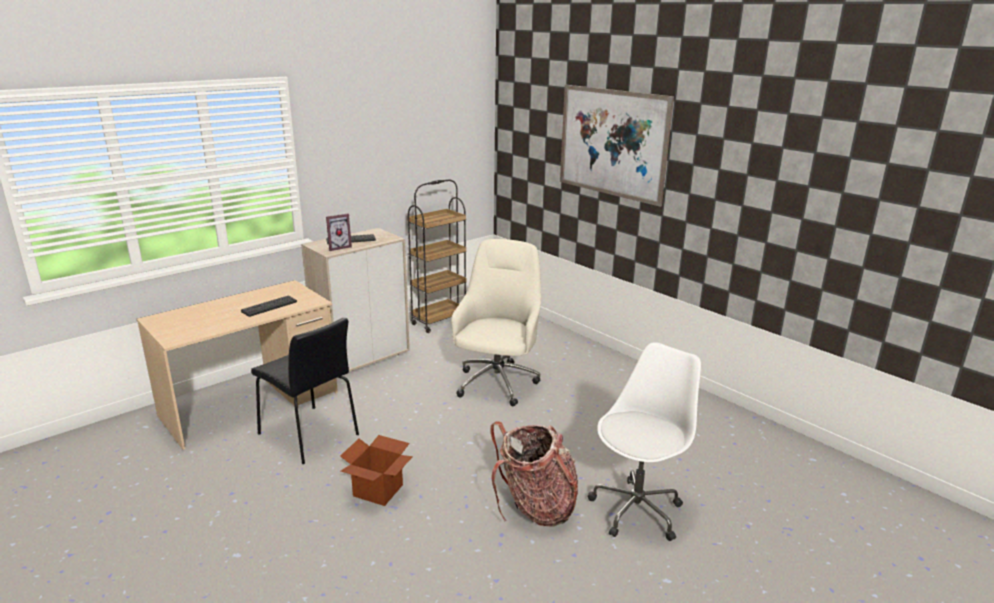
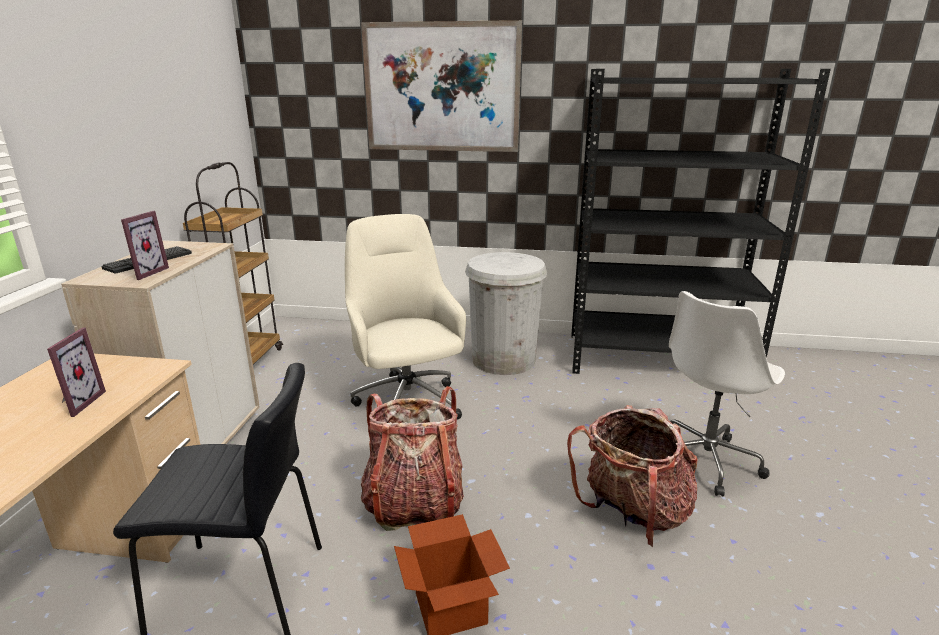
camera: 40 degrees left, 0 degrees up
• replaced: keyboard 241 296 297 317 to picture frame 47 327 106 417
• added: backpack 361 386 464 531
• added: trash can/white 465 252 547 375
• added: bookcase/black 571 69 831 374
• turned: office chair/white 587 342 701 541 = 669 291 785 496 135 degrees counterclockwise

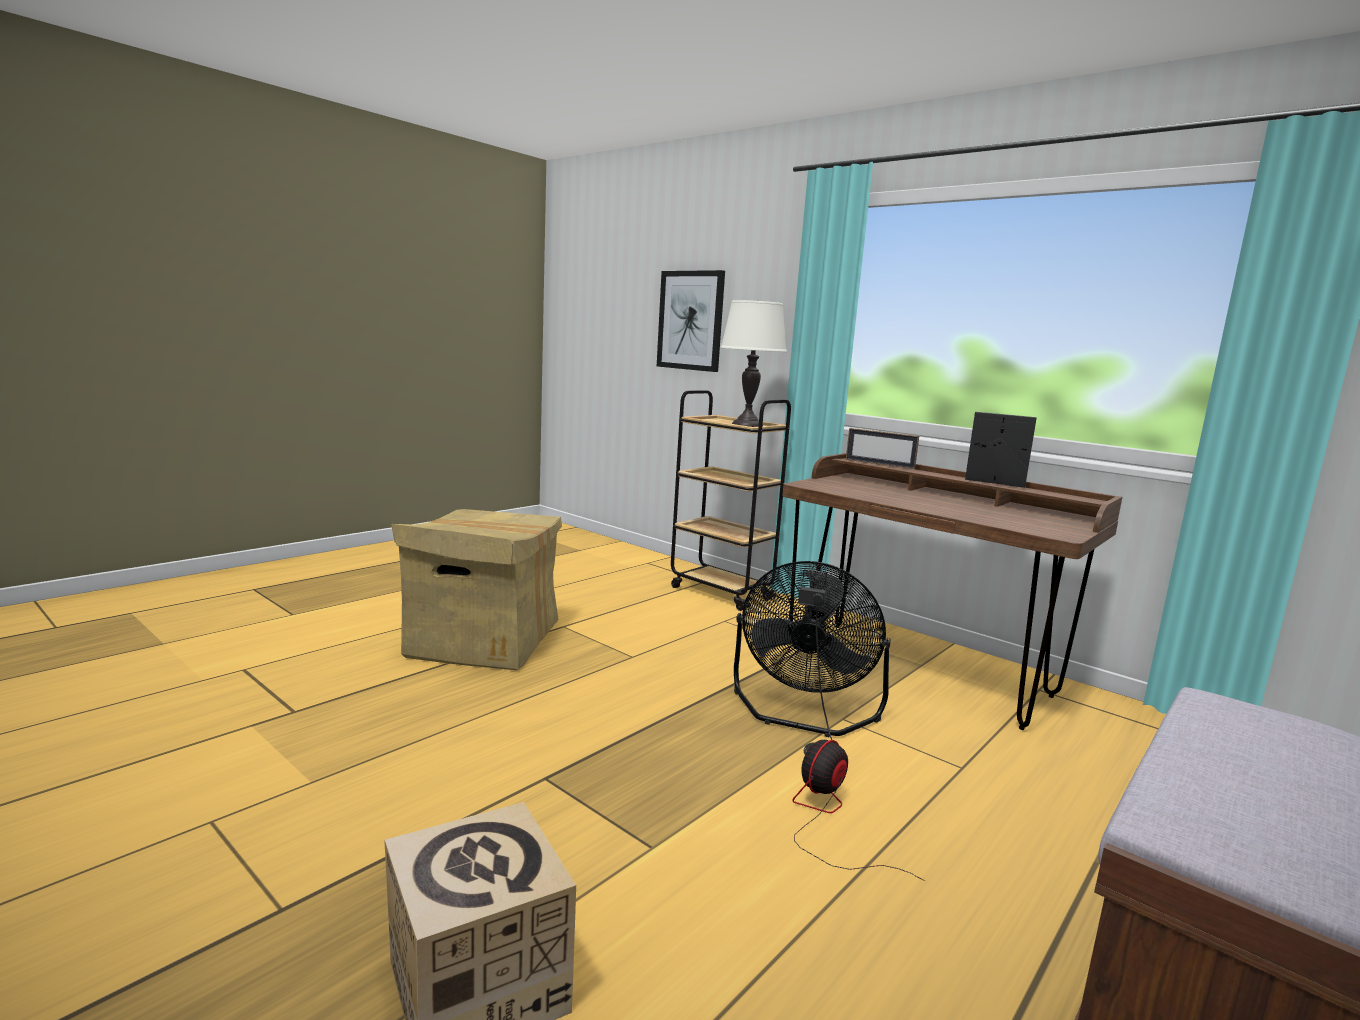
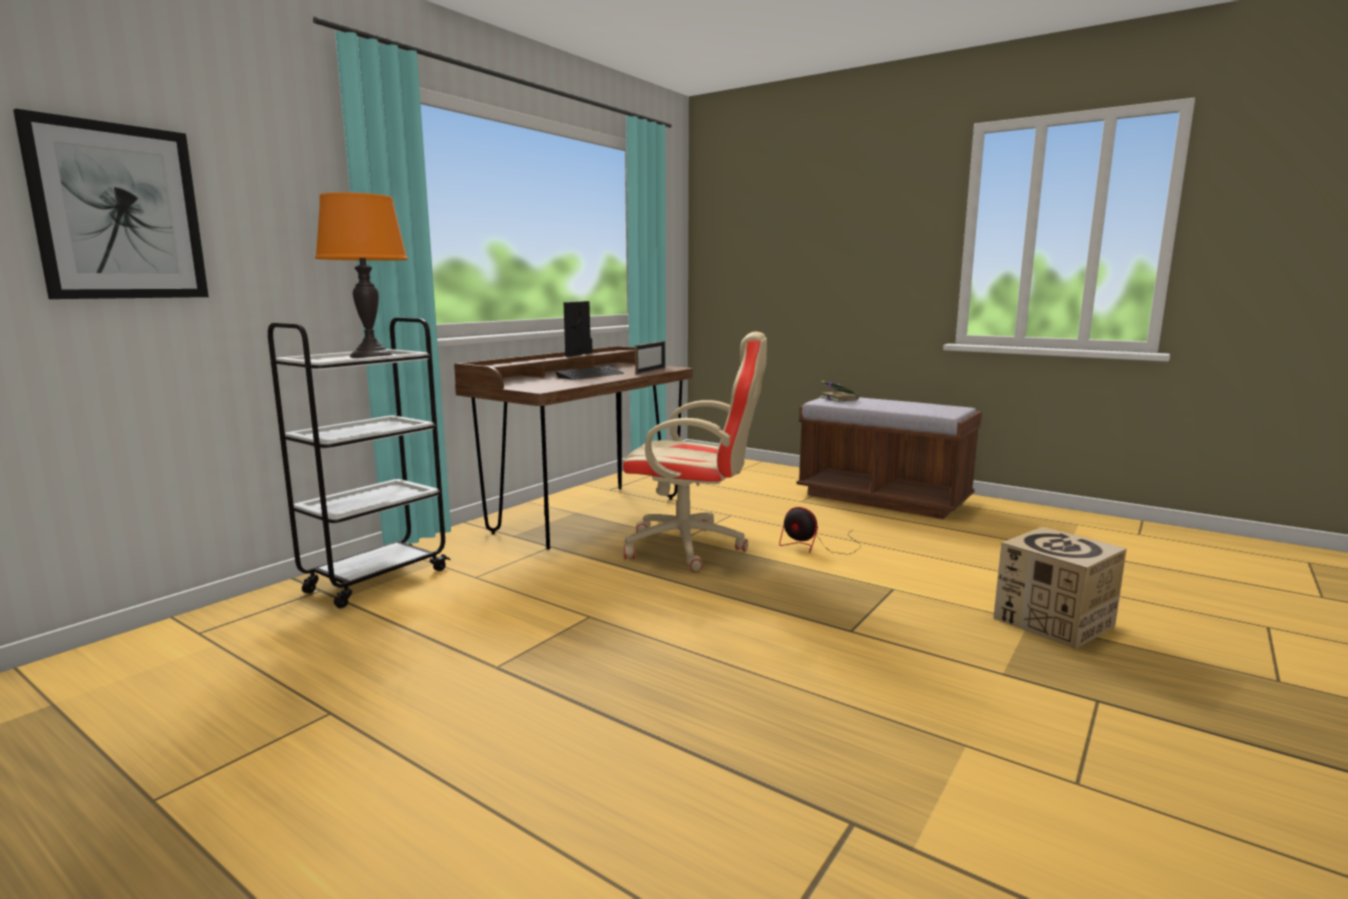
camera: 95 degrees left, 0 degrees up
• recoloured: cart/brown 671 390 791 611 to cart/white 268 318 451 608
• recoloured: table lamp/white 720 300 787 427 to table lamp/orange 315 192 408 358
• added: keyboard 556 366 624 380
• replaced: fan/black 734 561 891 754 to office chair/beige 623 332 767 572
• moved: picture frame 846 428 919 469 to 635 341 665 374
• added: book 819 381 859 402
• removed: cardboard box 391 509 562 670

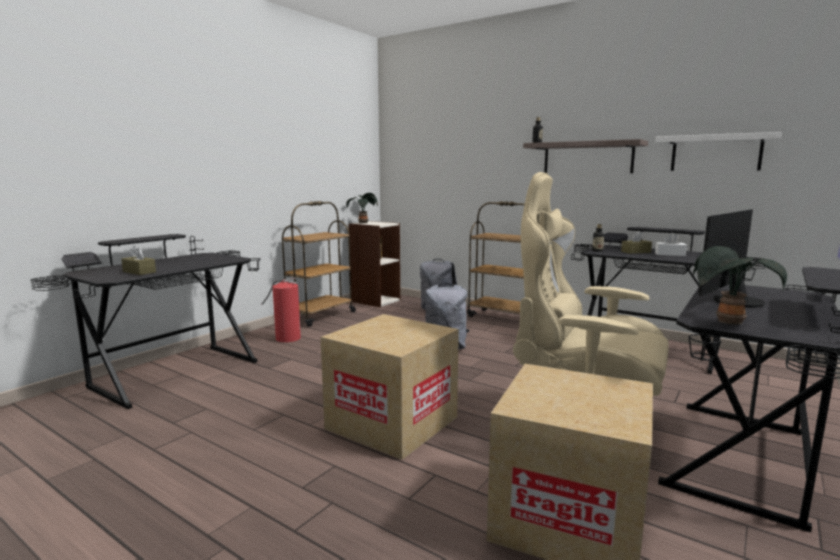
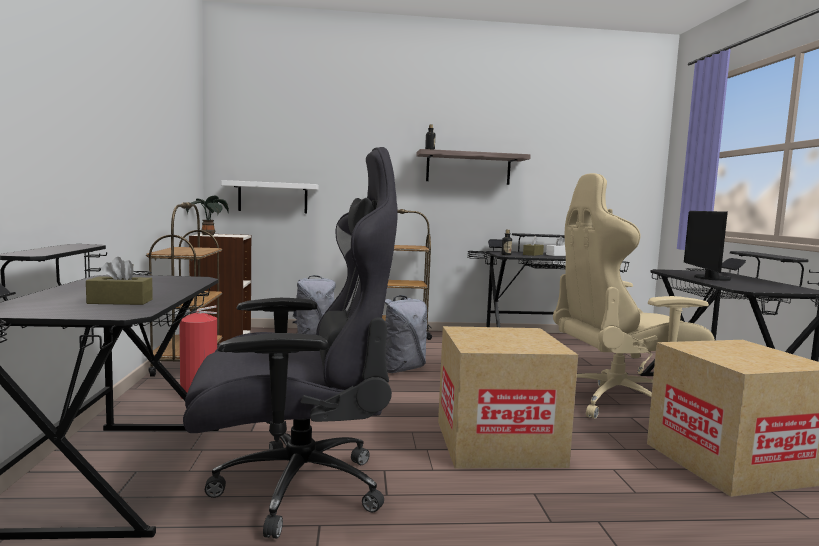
camera: 40 degrees left, 5 degrees down
• added: office chair/black 183 147 398 538
• moved: shelf/white 655 132 782 171 to 221 180 318 213
• removed: potted plant 693 246 787 325

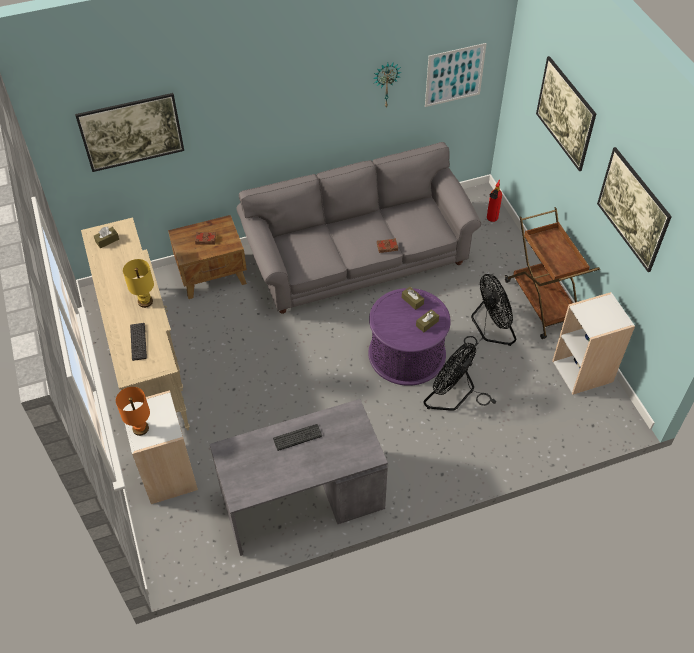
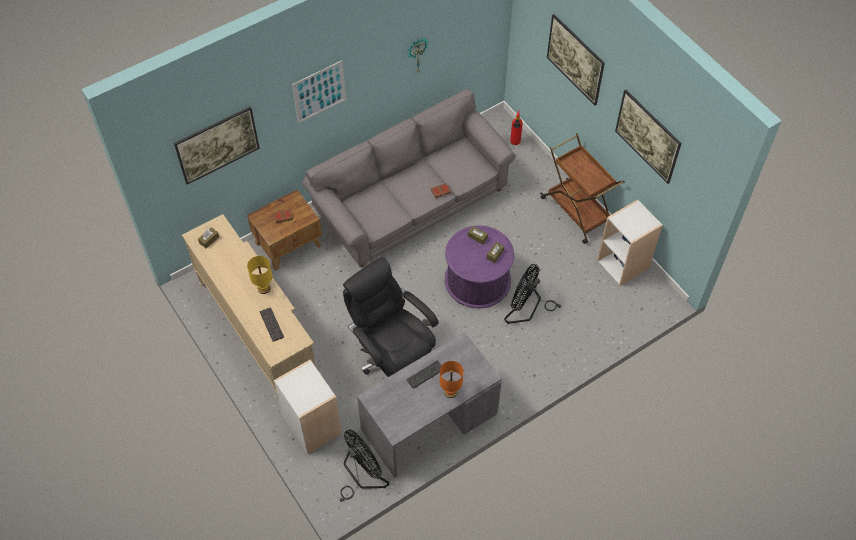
camera: 15 degrees left, 5 degrees up
• moved: picture 425 43 487 107 to 292 60 346 123
• moved: fan/black 462 274 516 348 to 340 430 390 502
• added: office chair/black 343 257 439 377
• moved: table lamp/orange 116 387 150 436 to 440 361 463 398

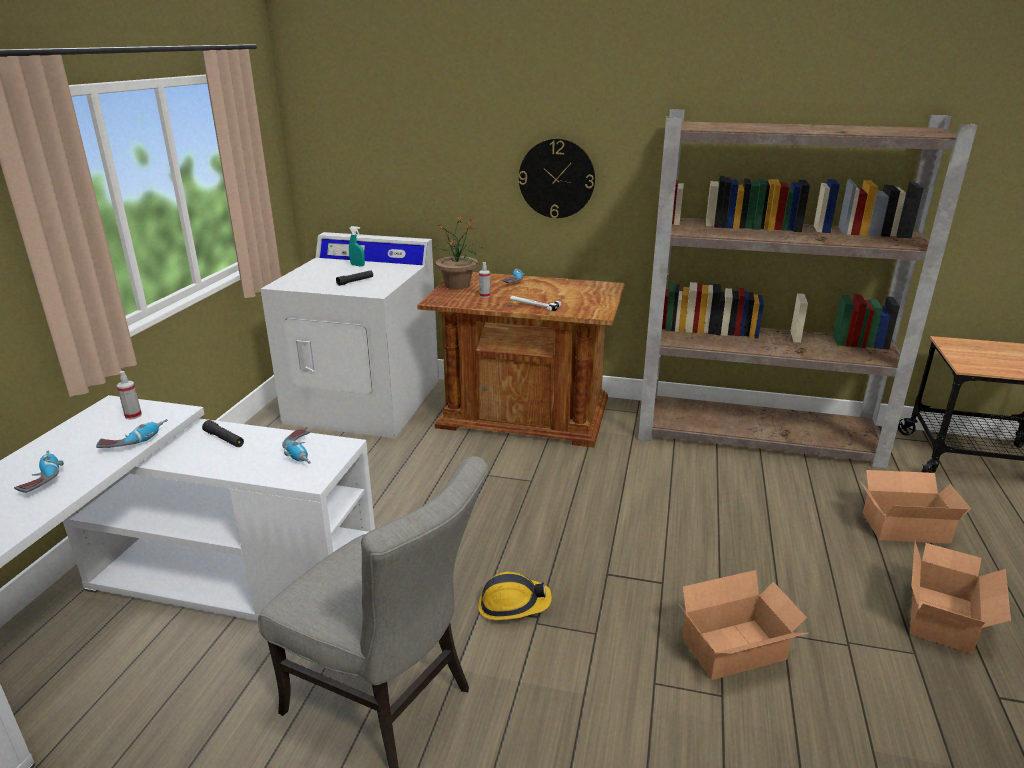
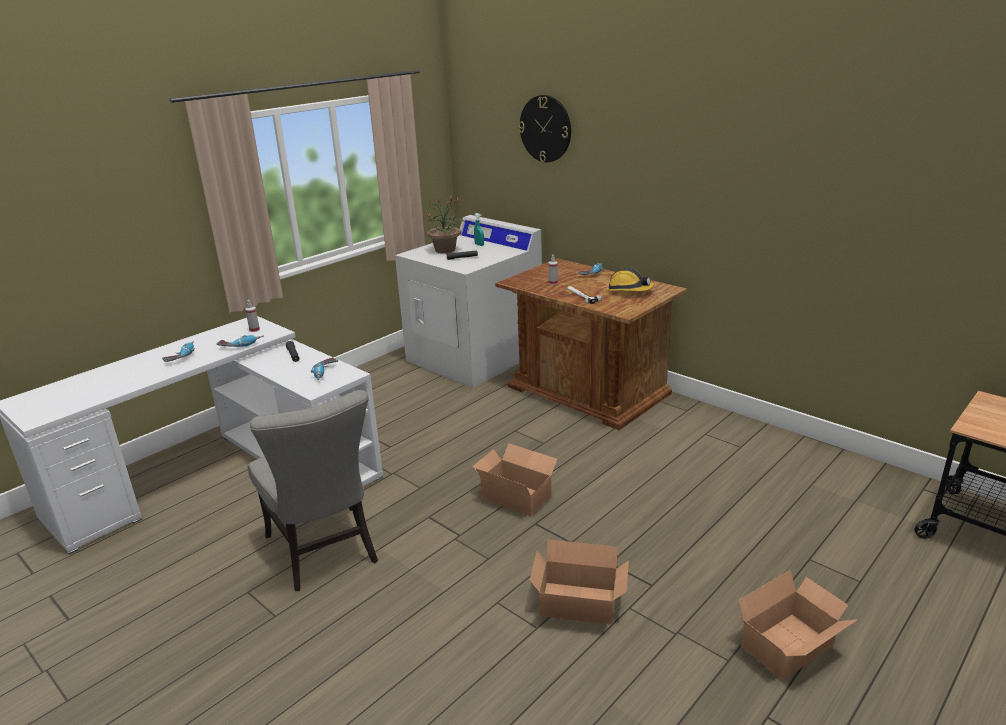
camera: 30 degrees right, 0 degrees up
• moved: potted plant 433 215 483 289 to 427 196 465 253
• moved: cardboard box 860 470 971 544 to 472 443 558 516
• moved: wall clock 519 139 595 218 to 518 95 571 162
• moved: hard hat 478 572 552 620 to 606 268 654 291
• removed: bookcase/brown 638 109 978 469

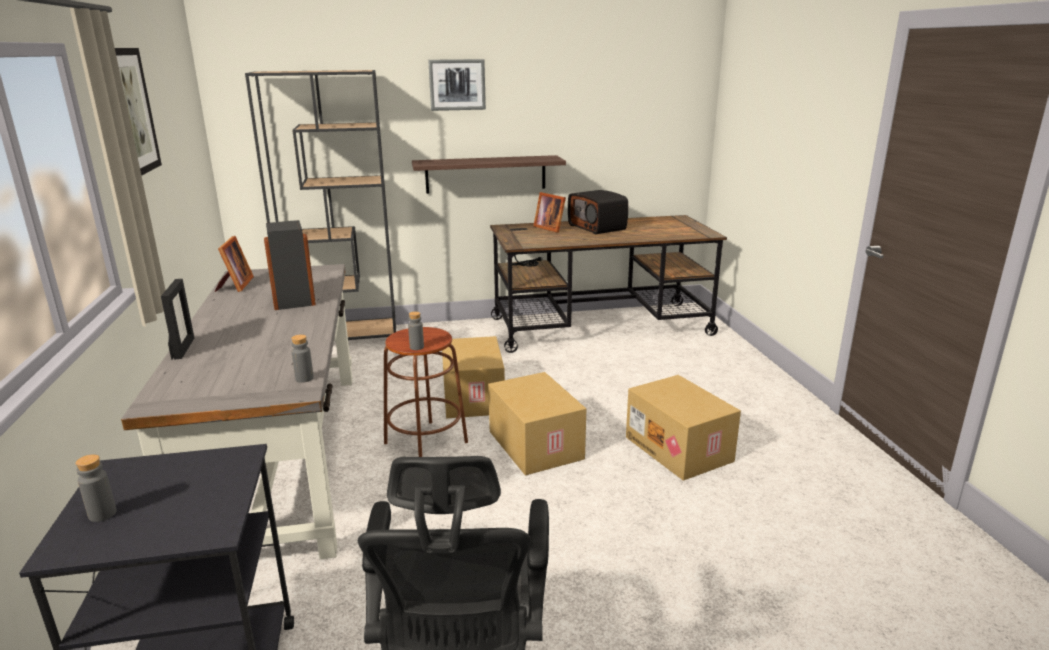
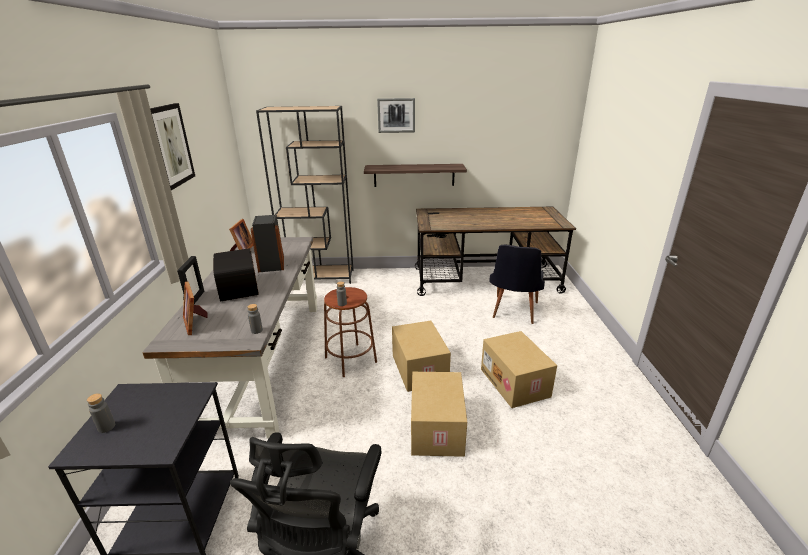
camera: 10 degrees right, 5 degrees up
• moved: picture frame 533 192 566 233 to 183 282 208 335
• moved: radio 568 190 628 234 to 213 248 259 301
• moved: cardboard box 442 336 505 418 to 411 372 467 457
• added: chair/black 489 245 545 324

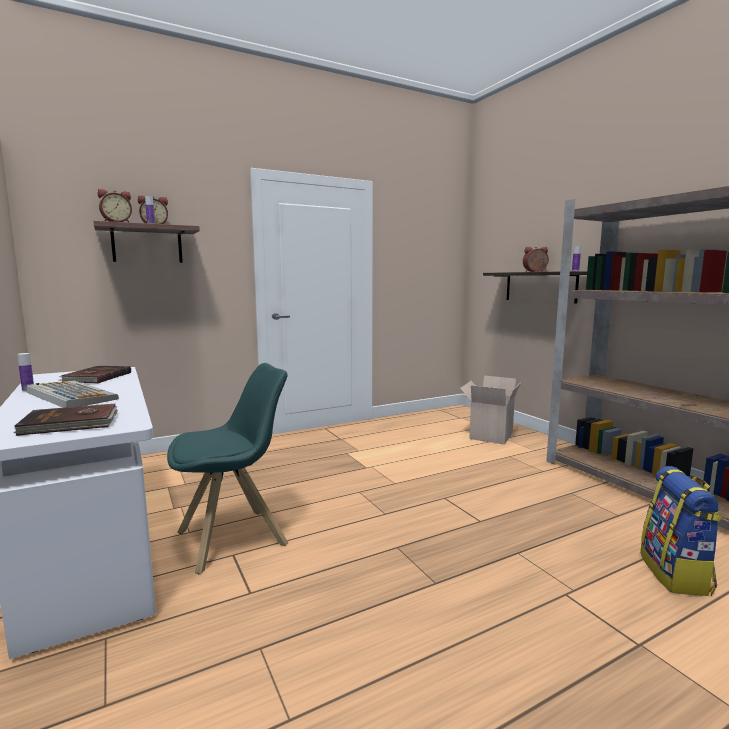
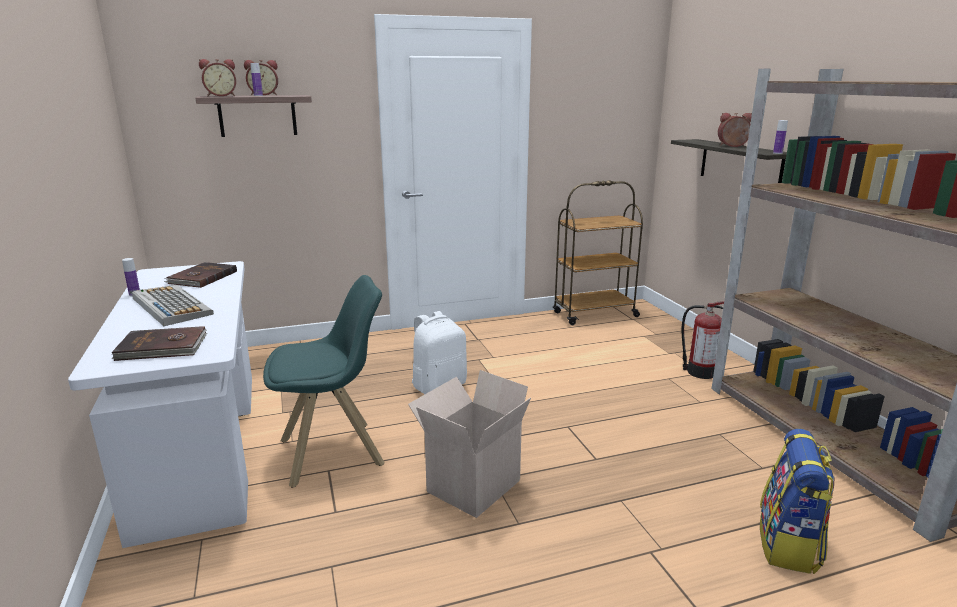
camera: 10 degrees right, 10 degrees up
• moved: cardboard box 460 376 521 445 to 408 370 531 518
• added: backpack/white 412 311 467 394
• added: cart/brown 553 180 643 325
• added: fire extinguisher 681 301 724 379

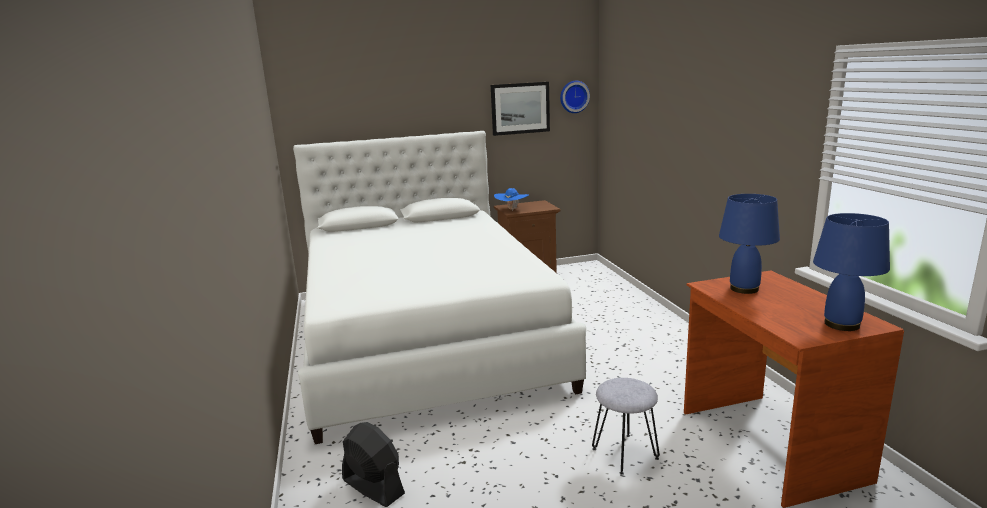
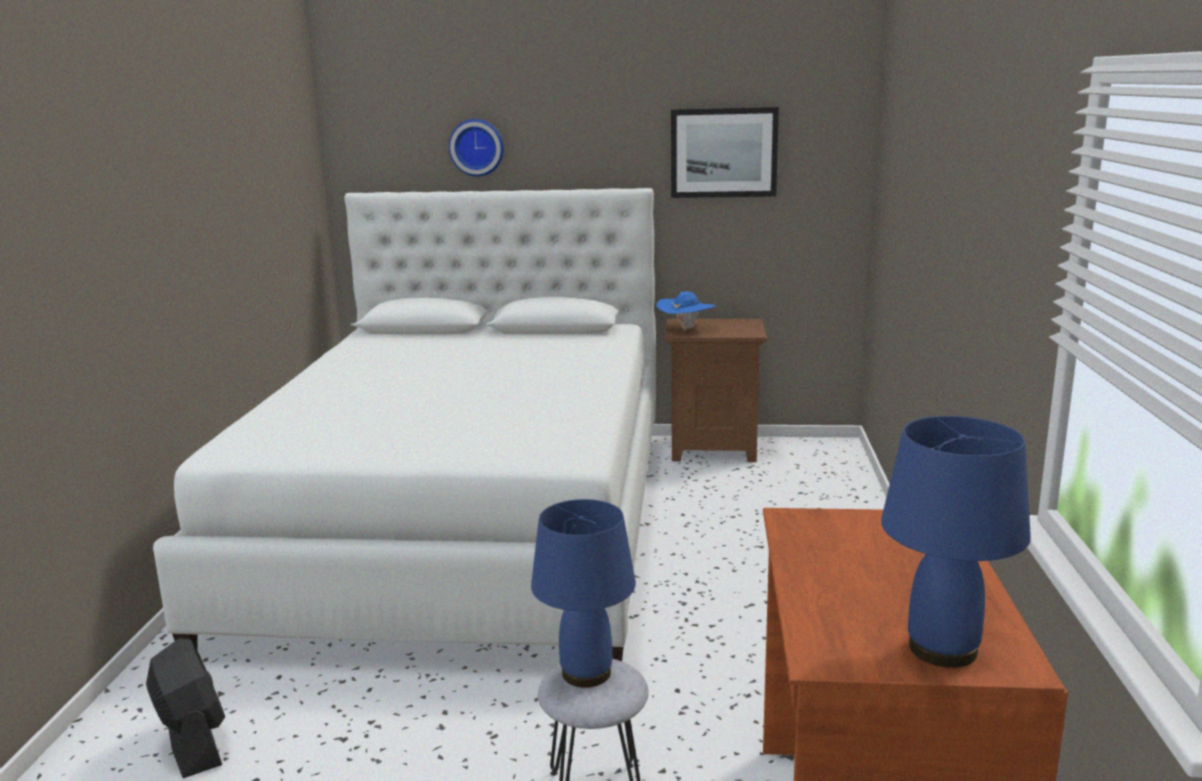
camera: 20 degrees right, 0 degrees up
• moved: wall clock 560 81 590 113 to 449 119 504 177
• moved: table lamp/blue 719 194 780 294 to 531 499 636 688

